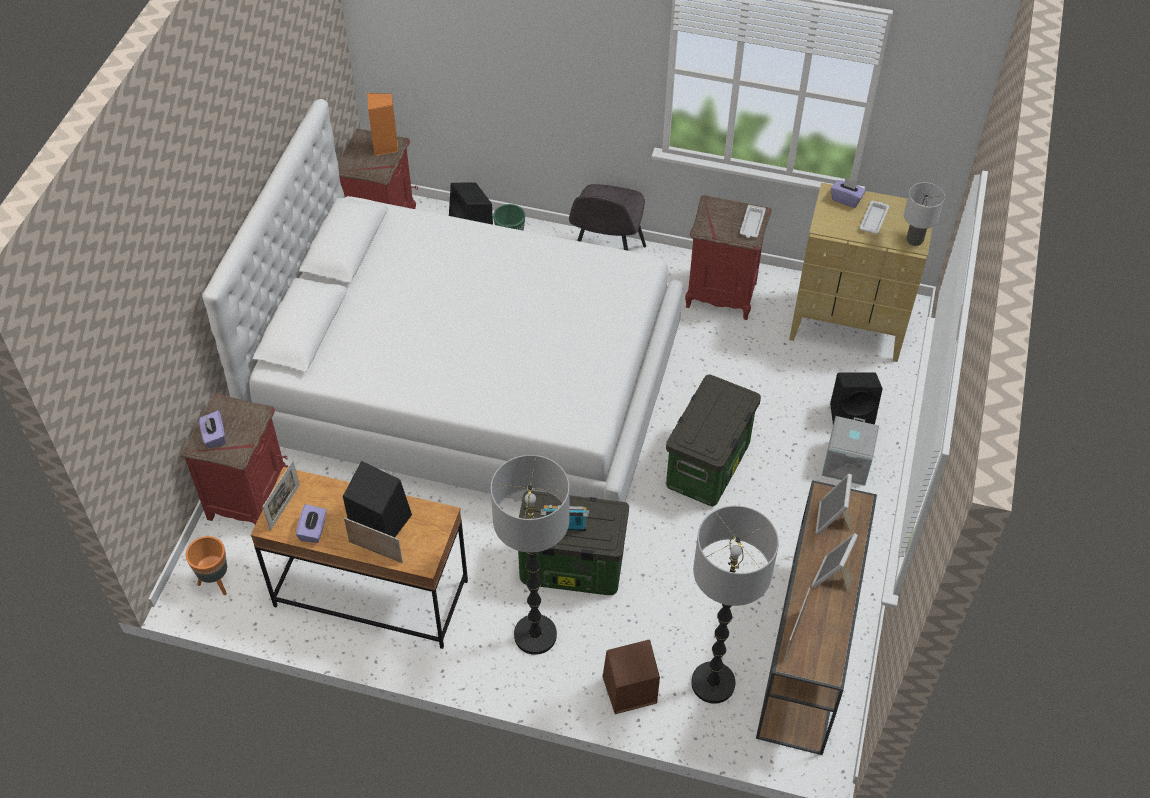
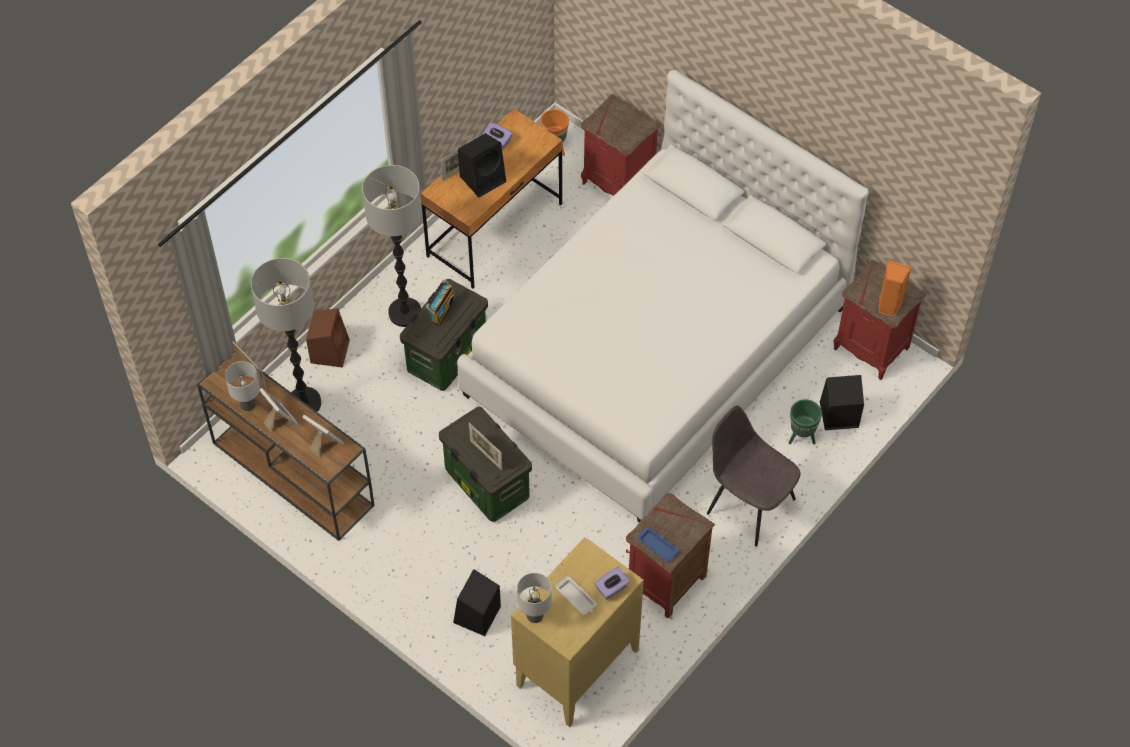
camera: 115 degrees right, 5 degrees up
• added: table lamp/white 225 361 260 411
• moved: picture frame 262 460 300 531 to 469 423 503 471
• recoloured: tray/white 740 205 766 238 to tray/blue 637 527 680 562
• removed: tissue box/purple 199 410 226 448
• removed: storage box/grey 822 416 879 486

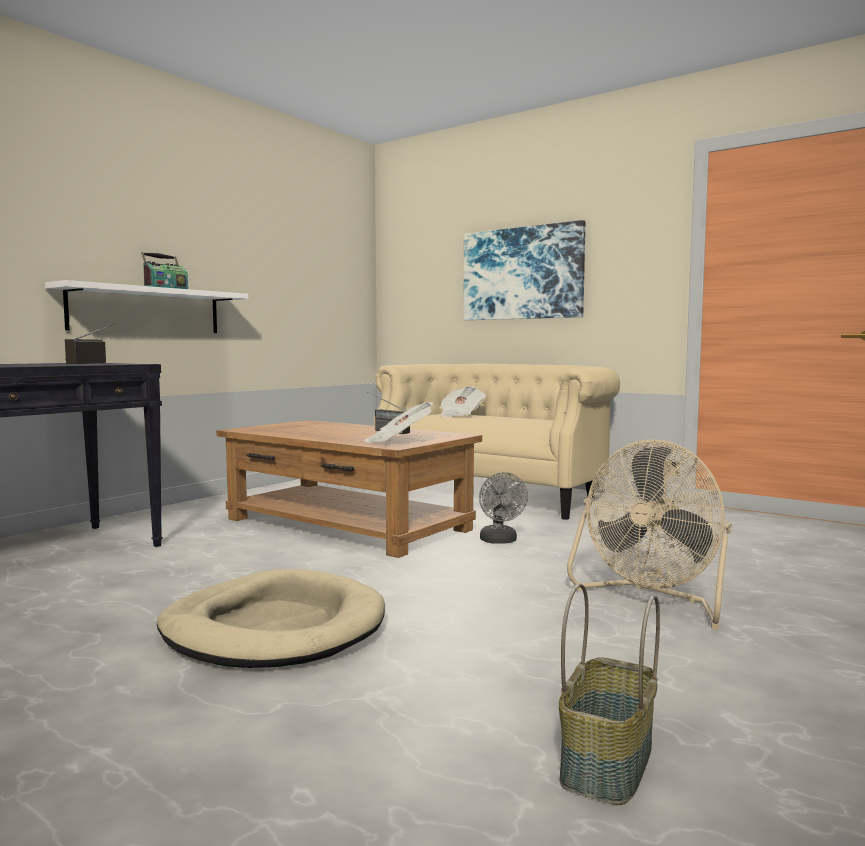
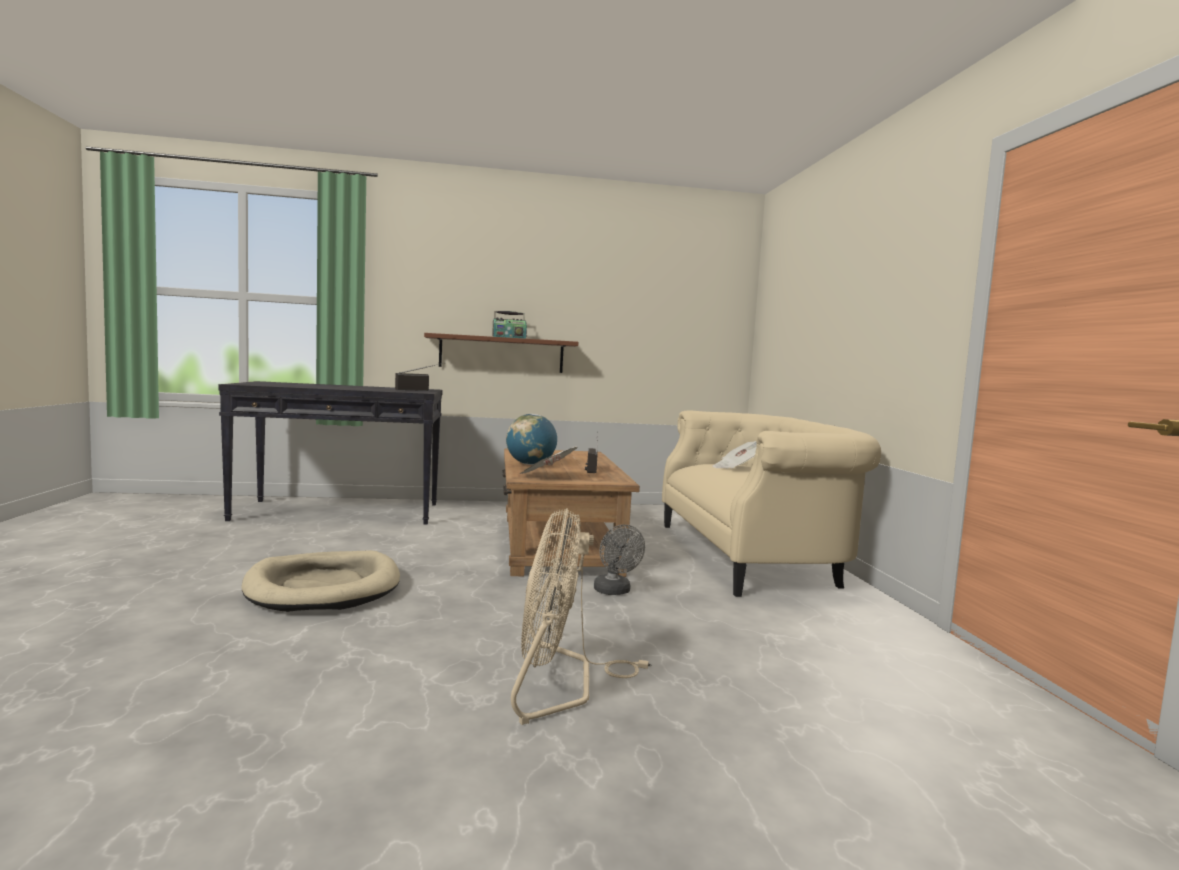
camera: 45 degrees right, 0 degrees up
• recoloured: shelf/white 45 280 249 333 to shelf/brown 424 333 579 373
• added: globe 506 414 557 465
• turned: fan/grey 479 472 528 544 = 594 525 645 595 60 degrees counterclockwise
• removed: picture 464 220 585 320
• removed: basket 559 583 660 805

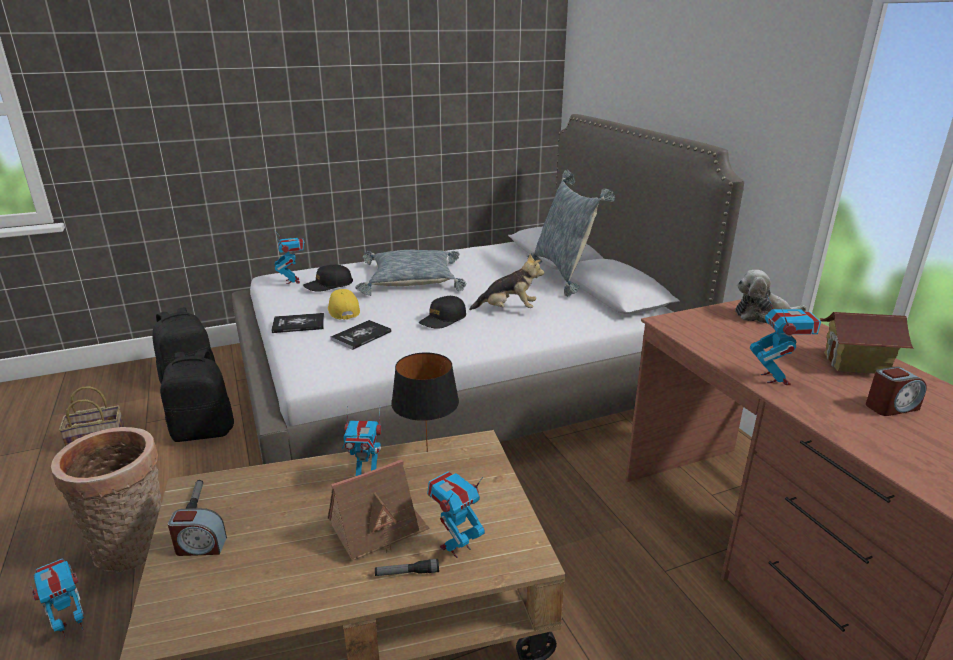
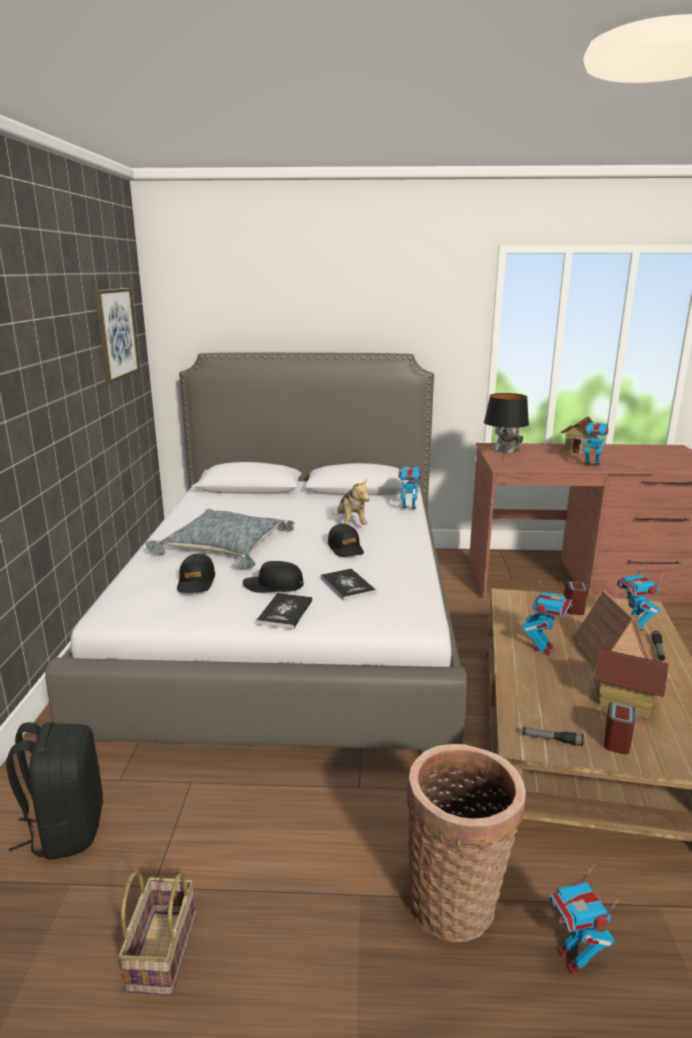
camera: 65 degrees left, 5 degrees down
• added: picture 95 288 140 383
• recoloured: cap/yellow 328 289 360 320 to cap/black 243 561 304 593
• turned: plush toy 469 254 544 310 = 333 478 370 525 135 degrees clockwise
• moved: toy robot 274 231 305 284 to 399 464 421 512
• moved: table lamp/black 391 352 459 452 to 484 393 529 458
• moved: alarm clock 866 367 927 416 to 564 581 588 615
• added: toy house 594 649 669 718
• removed: backpack/black 160 350 234 442
• removed: pillow 527 170 616 297

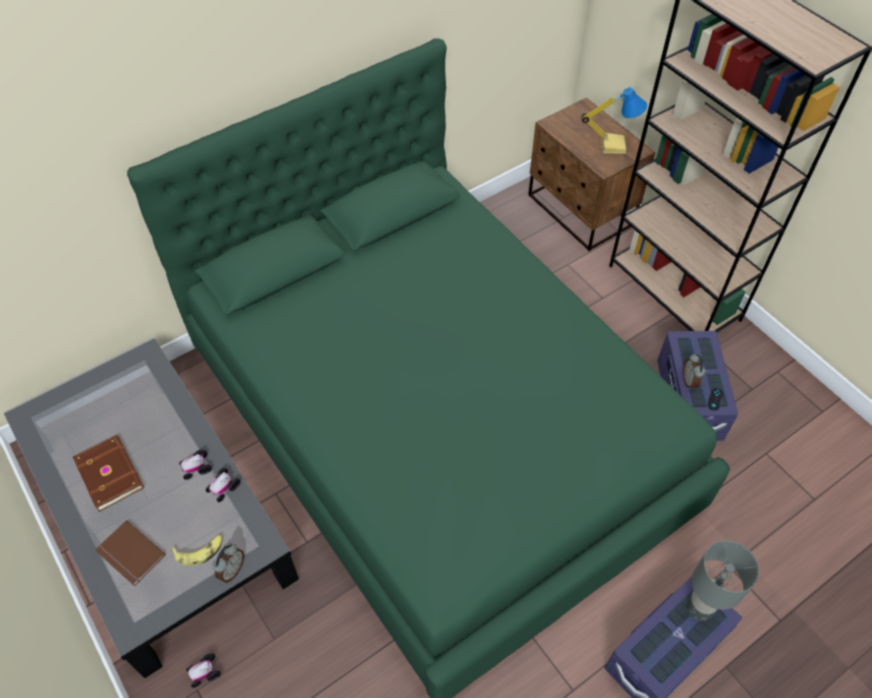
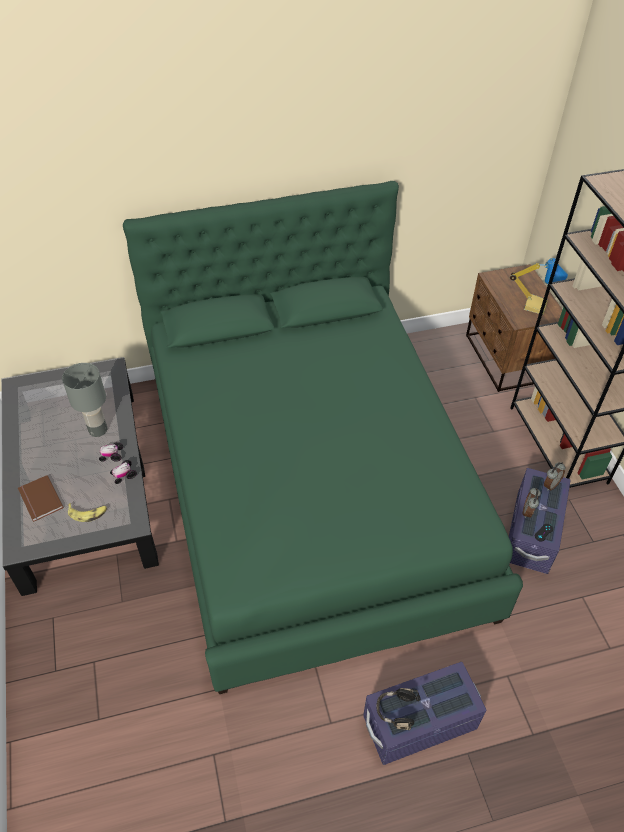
camera: 20 degrees right, 5 degrees down
• moved: table lamp/grey 687 540 759 621 to 62 363 107 437
• added: headphones/black 376 688 420 730
• moved: alarm clock 213 543 244 583 to 544 462 565 491
• removed: book/brown 73 435 144 512
• removed: toy car 186 653 221 688

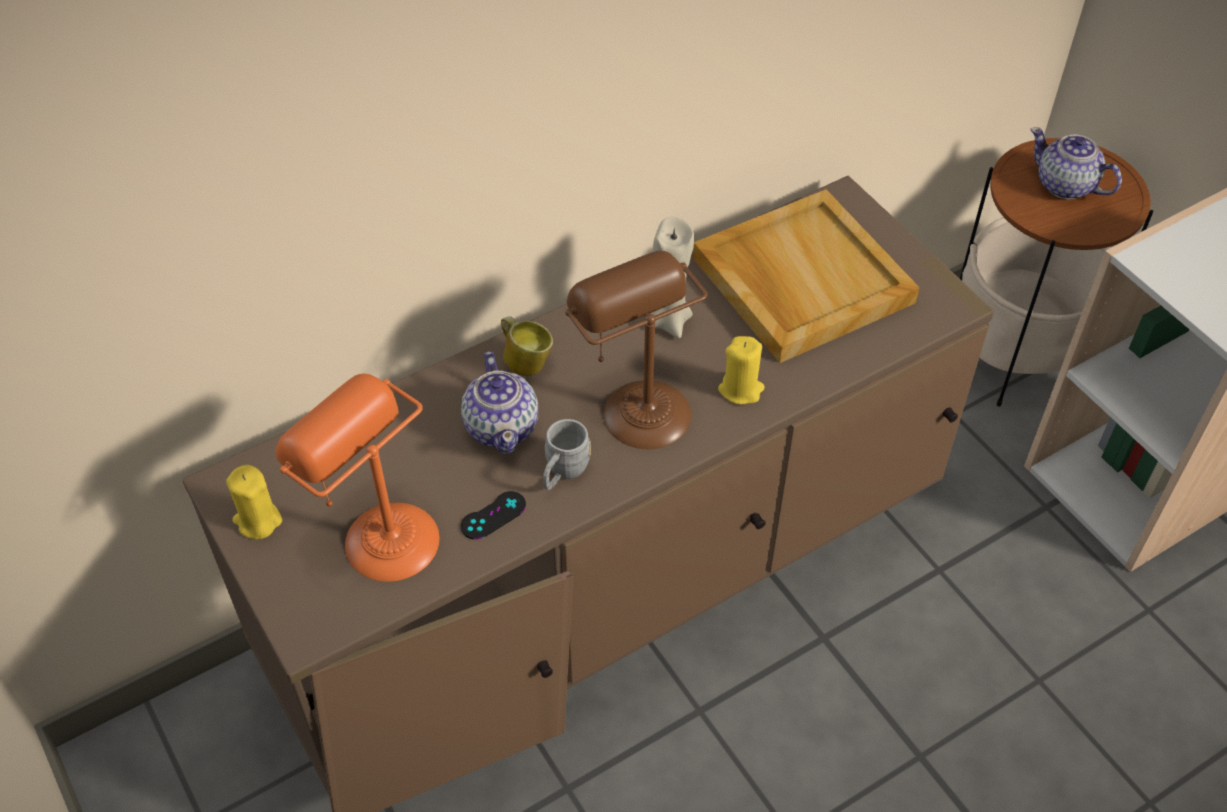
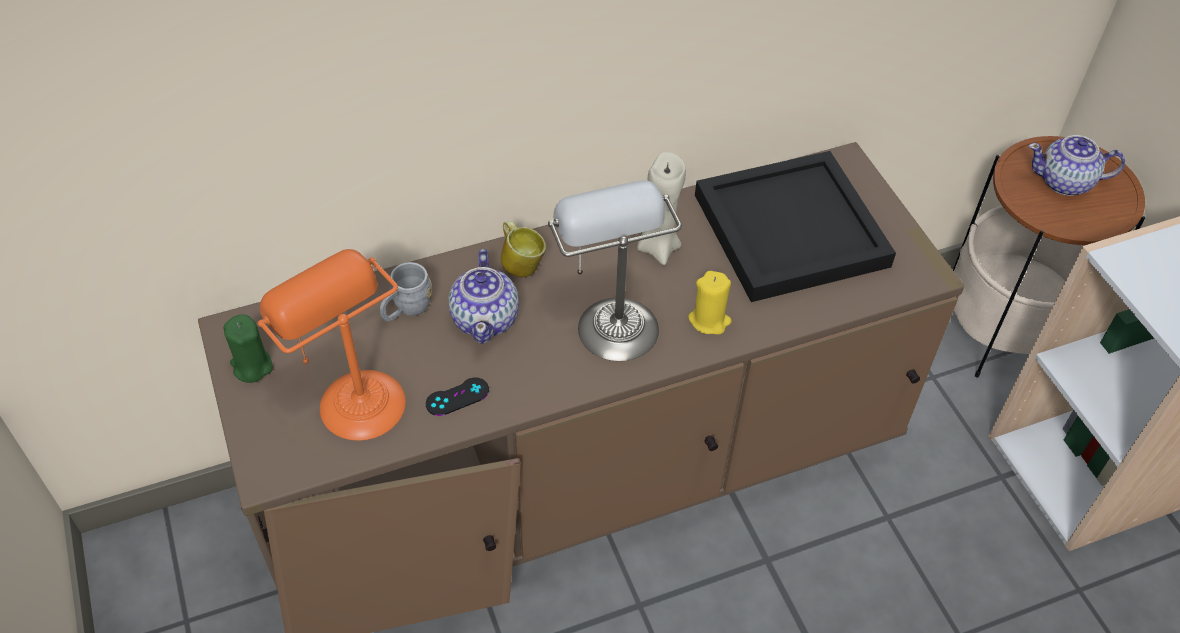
camera: 10 degrees right, 0 degrees up
• recoloured: candle/yellow 226 465 282 540 to candle/green 223 315 273 383
• moved: mug/grey 543 419 591 490 to 380 262 432 321
• recoloured: table lamp/brown 565 251 707 449 to table lamp/white 548 180 682 361
• recoloured: tray/beige 693 189 920 363 to tray/black 695 151 896 302
• turned: teapot 1030 127 1122 199 = 1029 135 1125 196 45 degrees counterclockwise

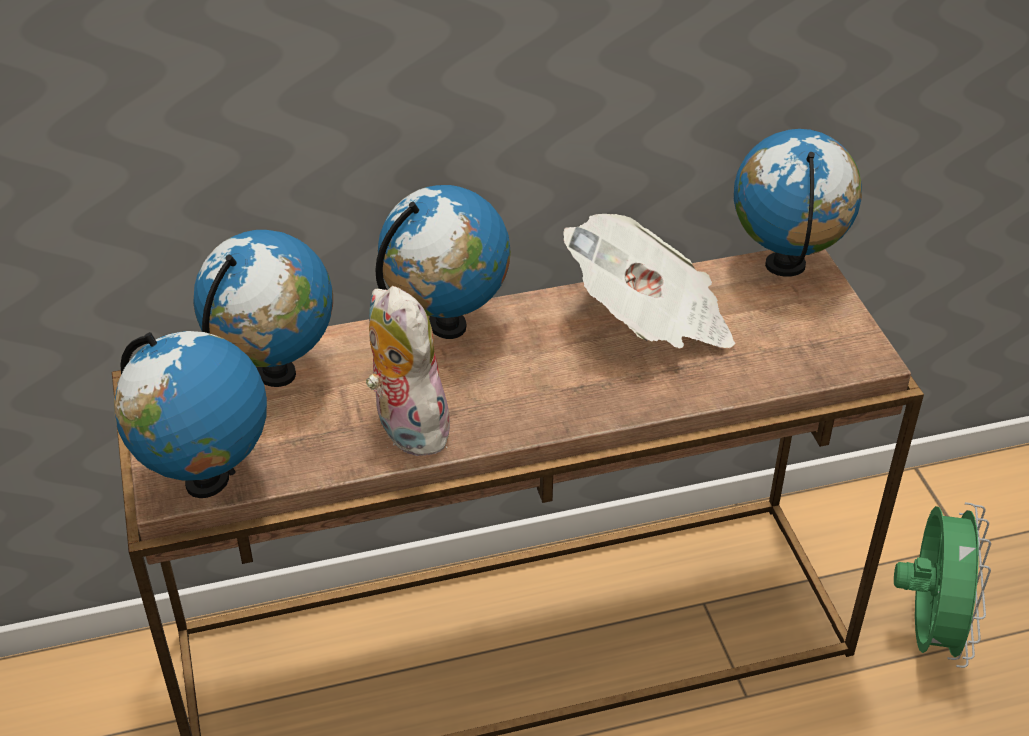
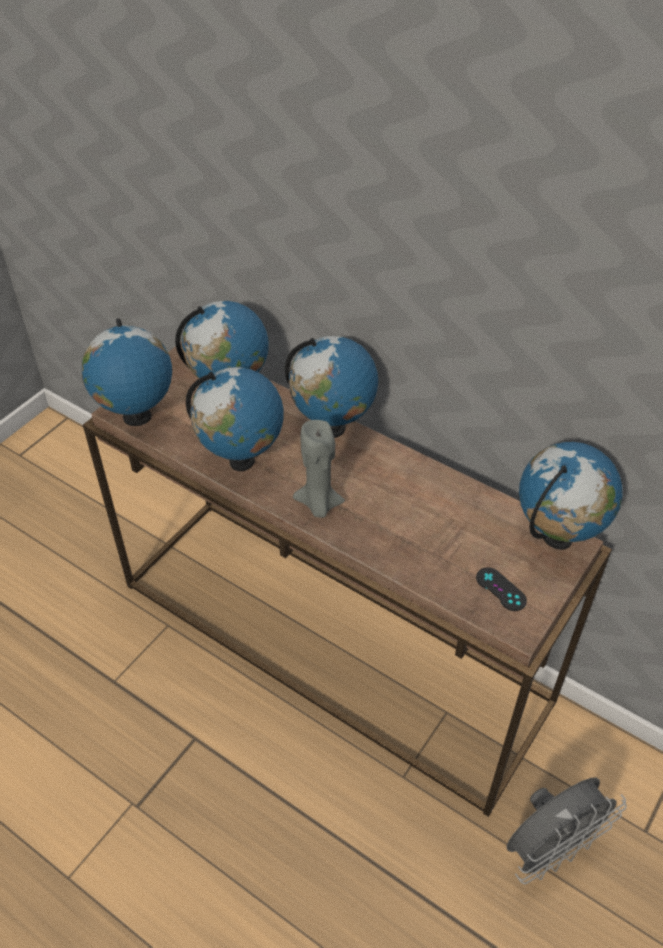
camera: 50 degrees right, 5 degrees up
• replaced: plush toy 366 286 455 456 to globe 186 367 284 471
• added: candle/grey 293 420 345 518
• added: game controller/black 476 567 527 611
• recoloured: fan/green 894 502 991 668 to fan/grey 506 778 627 884
• removed: newspaper 563 214 735 349

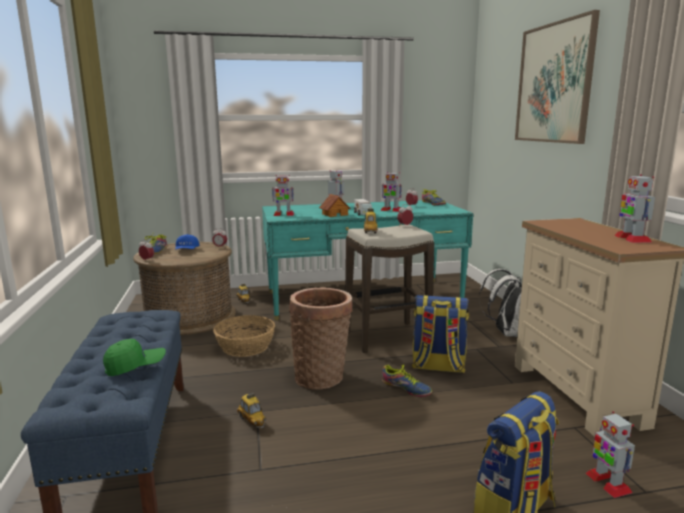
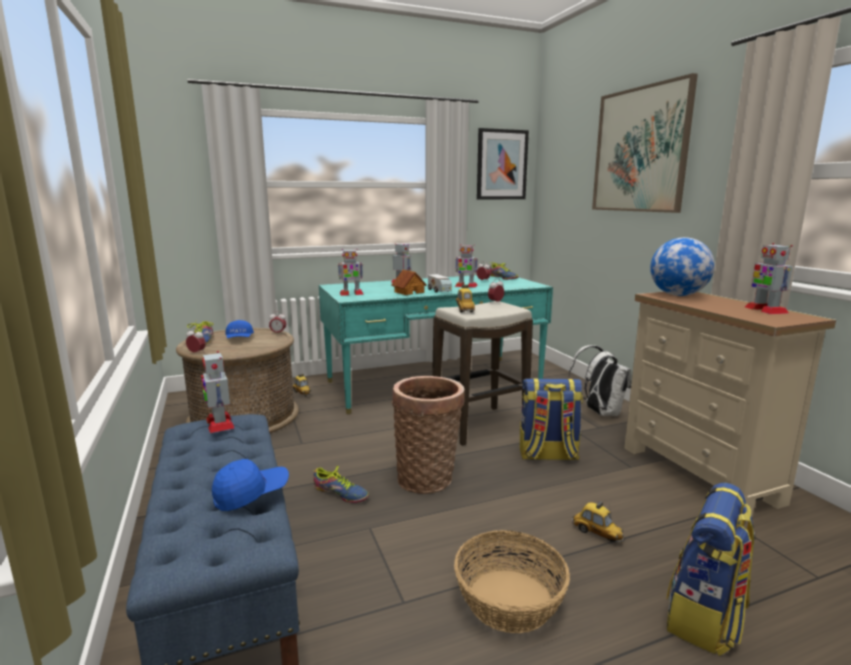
camera: 10 degrees left, 0 degrees up
• moved: toy robot 586 411 635 498 to 201 351 235 433
• recoloured: cap/green 103 339 166 376 to cap/blue 212 459 289 511
• moved: shoe 382 364 432 397 to 314 466 369 503
• moved: basket 213 315 275 357 to 454 530 570 633
• added: picture 477 128 529 199
• moved: toy car 237 393 266 429 to 572 501 624 542
• added: globe 650 237 715 296

